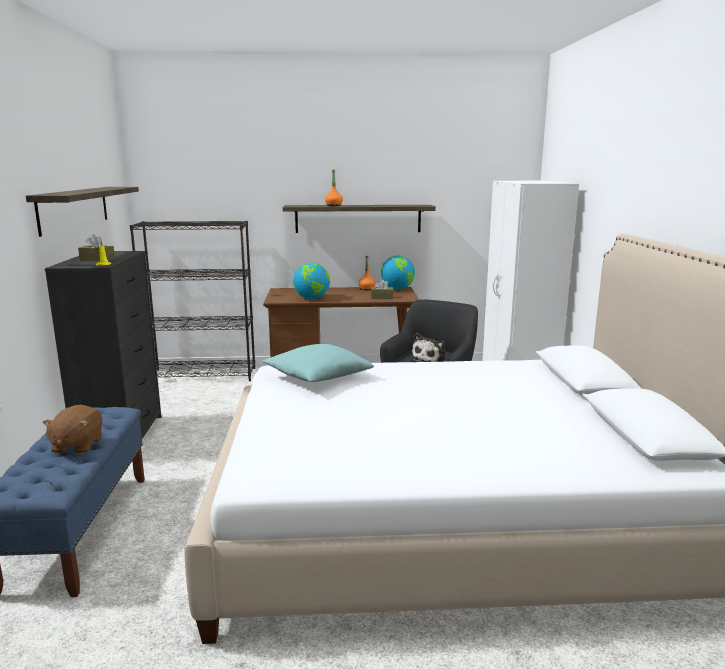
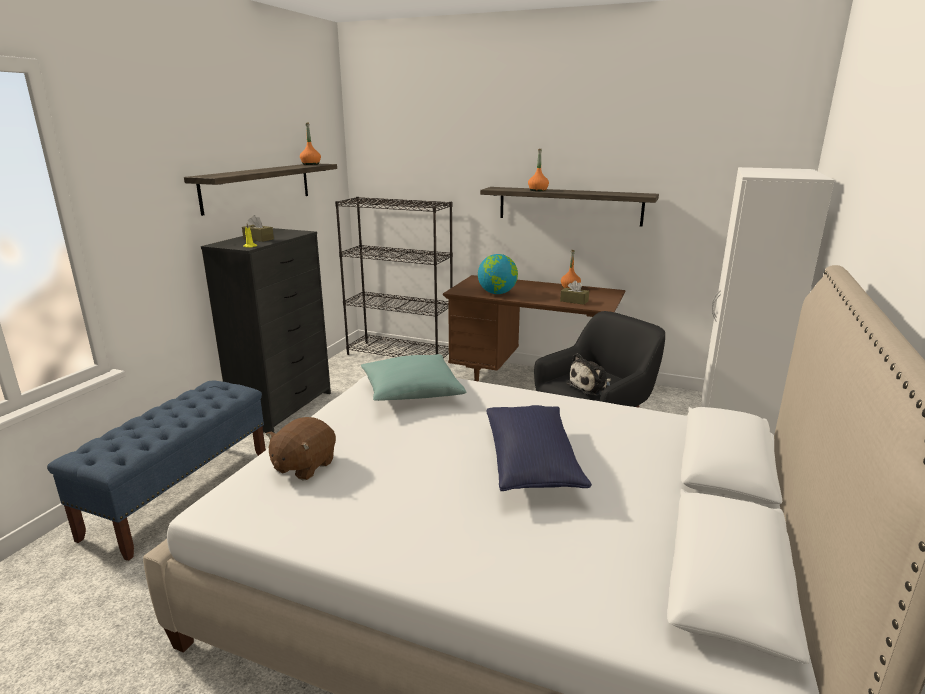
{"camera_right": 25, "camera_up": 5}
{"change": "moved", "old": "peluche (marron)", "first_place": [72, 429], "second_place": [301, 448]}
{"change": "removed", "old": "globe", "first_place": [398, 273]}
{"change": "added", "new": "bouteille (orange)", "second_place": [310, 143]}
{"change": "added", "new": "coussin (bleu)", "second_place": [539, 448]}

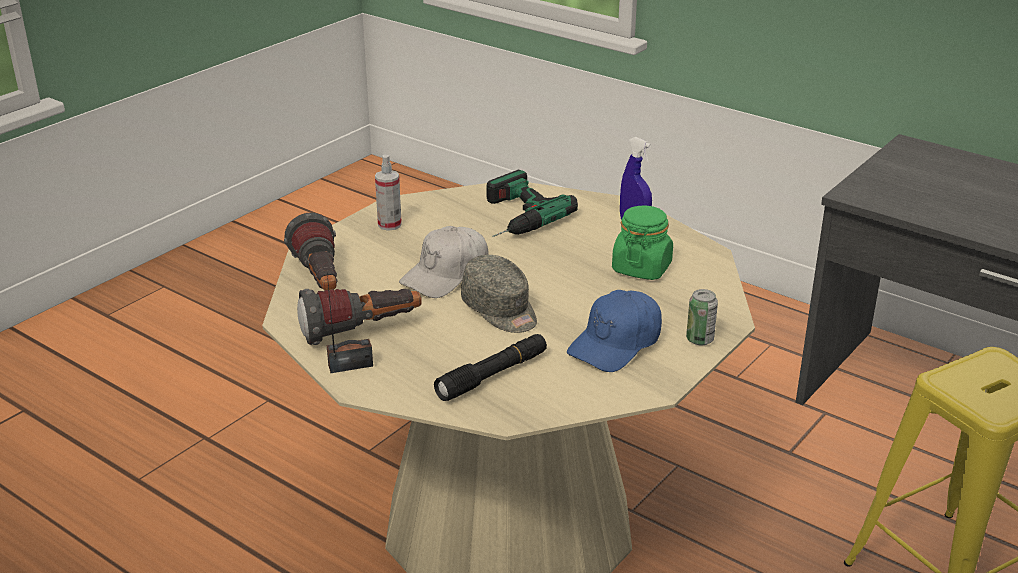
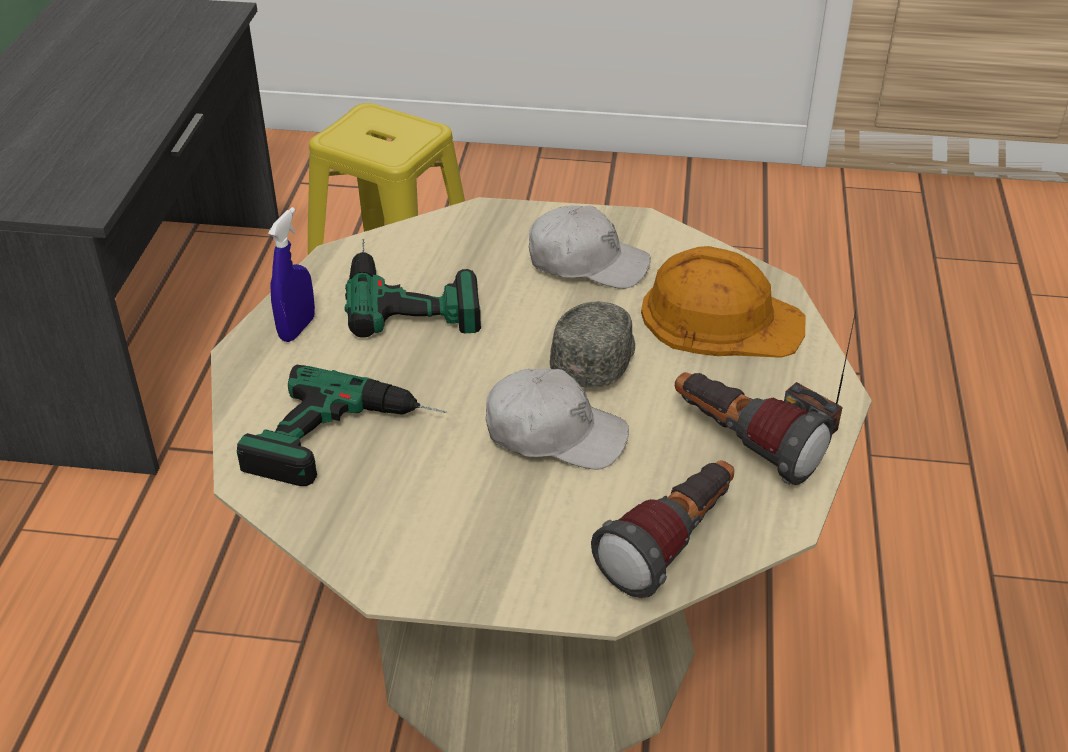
{"camera_right": -120, "camera_up": 10}
{"change": "removed", "old": "vaporisateur", "first_place": [388, 193]}
{"change": "replaced", "old": "lampe de poche (noir)", "new": "casque de chantier (orange)", "first_place": [490, 367], "second_place": [723, 302]}
{"change": "recoloured", "old": "casquette (bleu)", "new": "casquette (blanc)", "first_place": [614, 331], "second_place": [590, 247]}
{"change": "replaced", "old": "bocal (vert)", "new": "perceuse", "first_place": [642, 243], "second_place": [412, 288]}
{"change": "removed", "old": "boîte métallique", "first_place": [702, 317]}

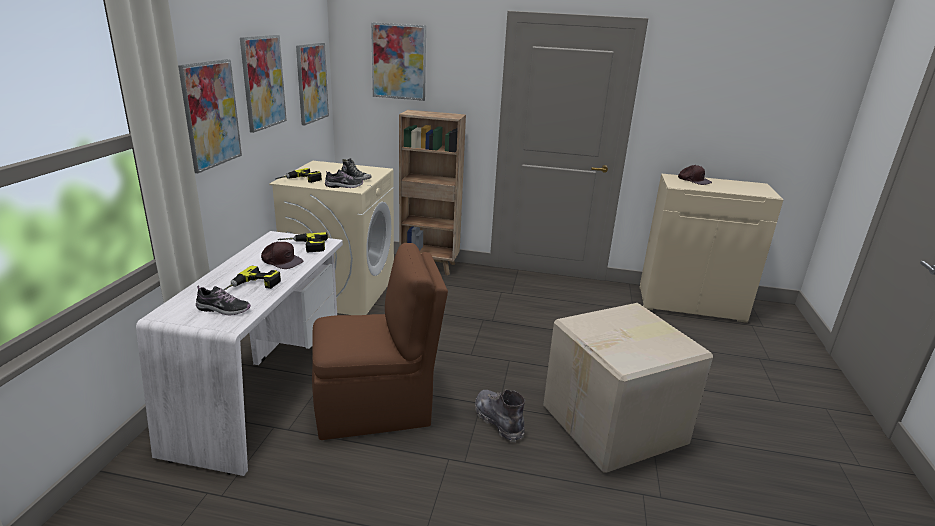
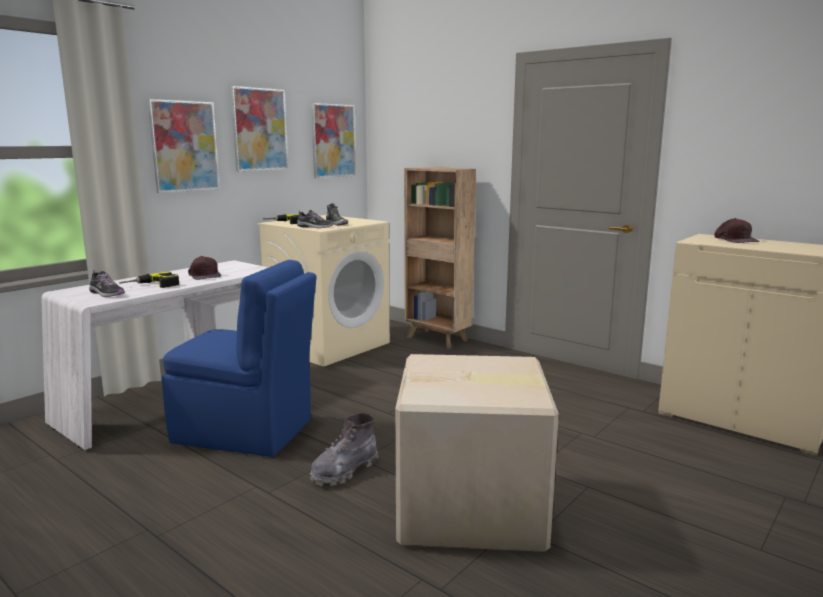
{"camera_right": 30, "camera_up": -10}
{"change": "removed", "old": "perceuse", "first_place": [303, 242]}
{"change": "recoloured", "old": "chaise (marron)", "new": "chaise (bleu)", "first_place": [380, 341], "second_place": [239, 358]}
{"change": "removed", "old": "tableau", "first_place": [398, 61]}
{"change": "turned", "old": "botte (gris)", "first_place": [500, 416], "second_place": [344, 449], "degrees": -135}

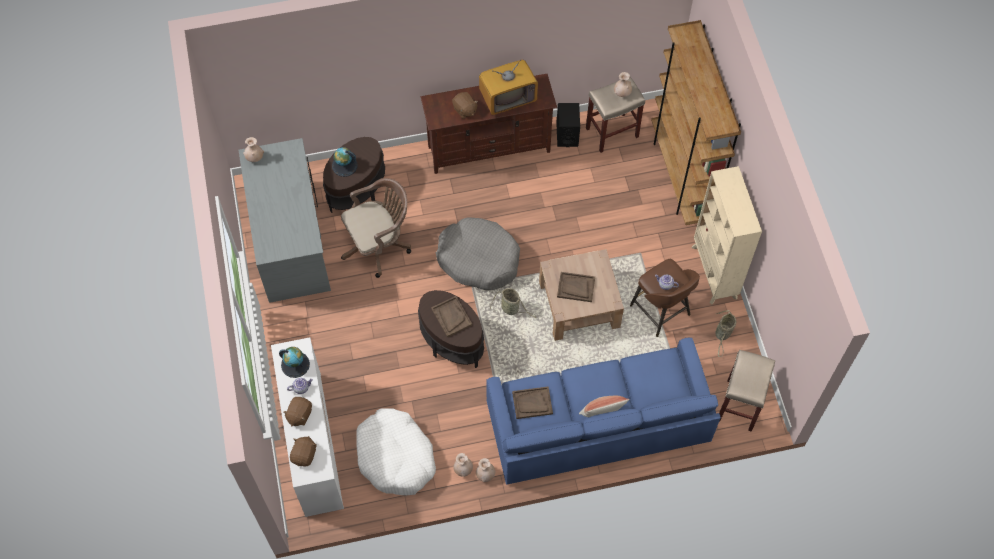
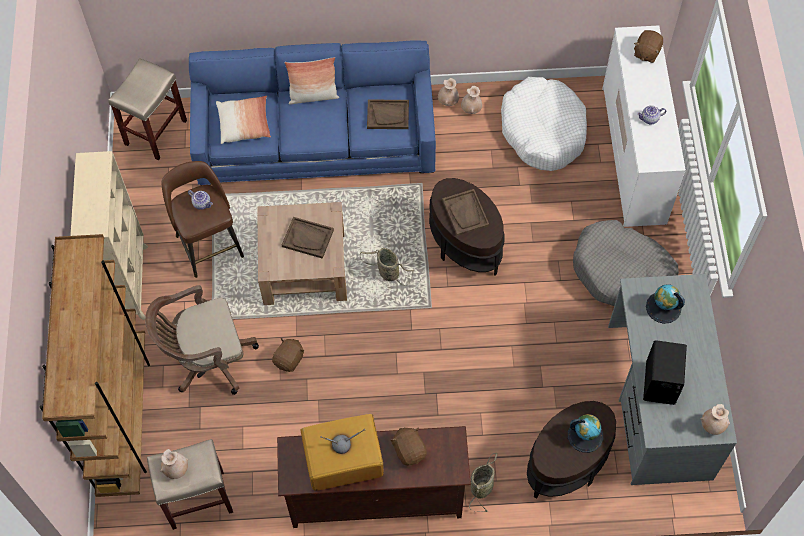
{"camera_right": -170, "camera_up": 0}
{"change": "moved", "old": "globe", "first_place": [294, 362], "second_place": [665, 304]}
{"change": "moved", "old": "peluche (marron)", "first_place": [298, 412], "second_place": [288, 355]}
{"change": "moved", "old": "chaise de bureau (marron)", "first_place": [376, 228], "second_place": [202, 340]}
{"change": "moved", "old": "panier pour chien (gris)", "first_place": [478, 253], "second_place": [626, 263]}
{"change": "moved", "old": "enceinte (noir)", "first_place": [568, 125], "second_place": [665, 372]}
{"change": "moved", "old": "panier", "first_place": [726, 333], "second_place": [483, 482]}
{"change": "added", "new": "coussin", "second_place": [243, 120]}

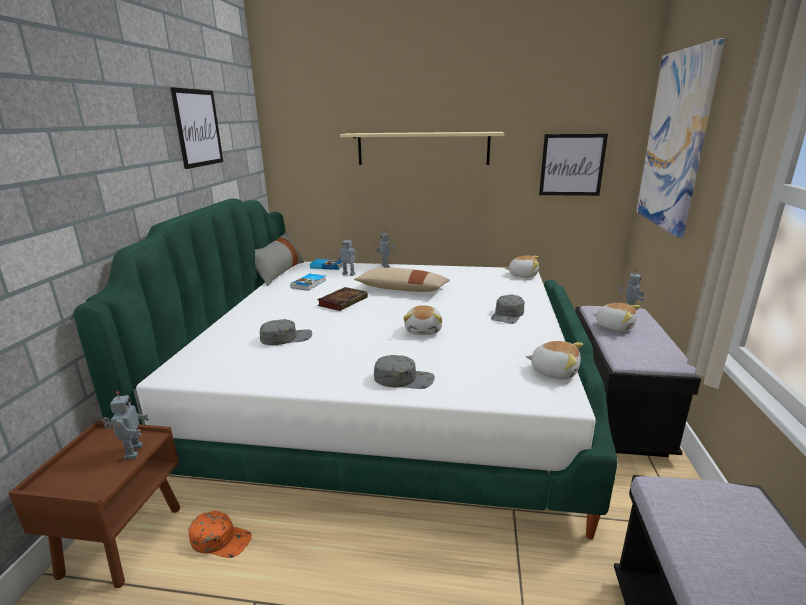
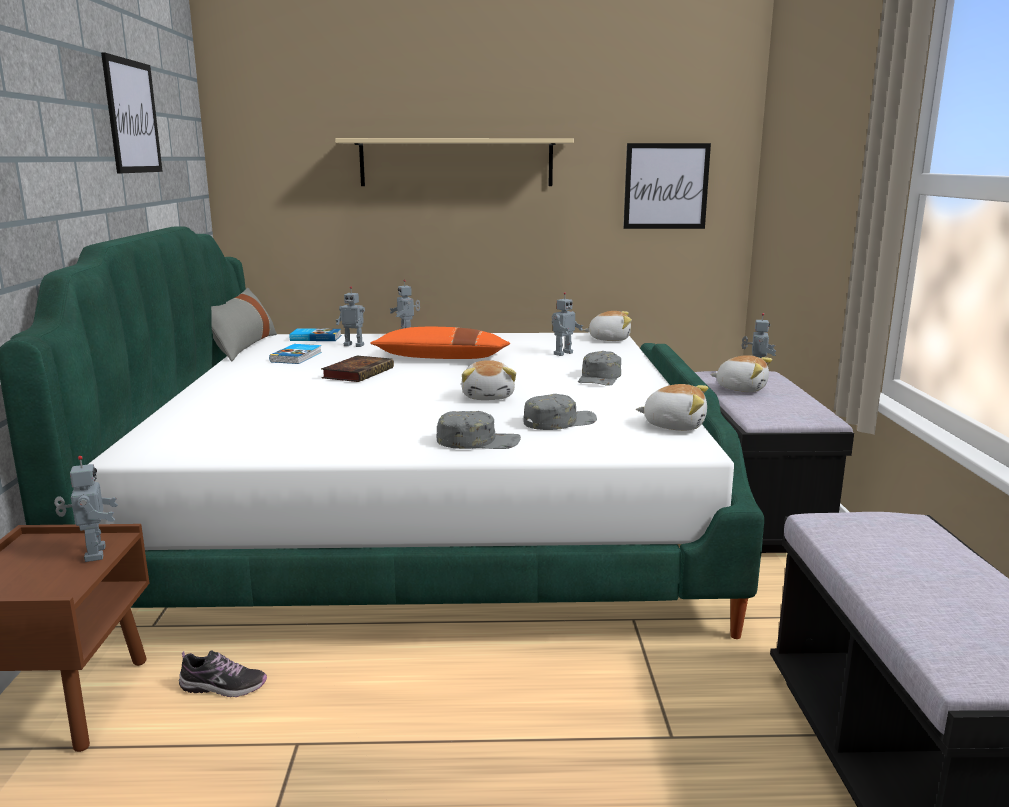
{"camera_right": -10, "camera_up": -5}
{"change": "replaced", "old": "casquette (orange)", "new": "chaussure", "first_place": [220, 534], "second_place": [223, 673]}
{"change": "moved", "old": "casquette (gris)", "first_place": [286, 332], "second_place": [560, 412]}
{"change": "recoloured", "old": "coussin (beige)", "new": "coussin (orange)", "first_place": [402, 280], "second_place": [440, 342]}
{"change": "removed", "old": "tableau", "first_place": [680, 137]}
{"change": "added", "new": "robot jouet", "second_place": [567, 324]}

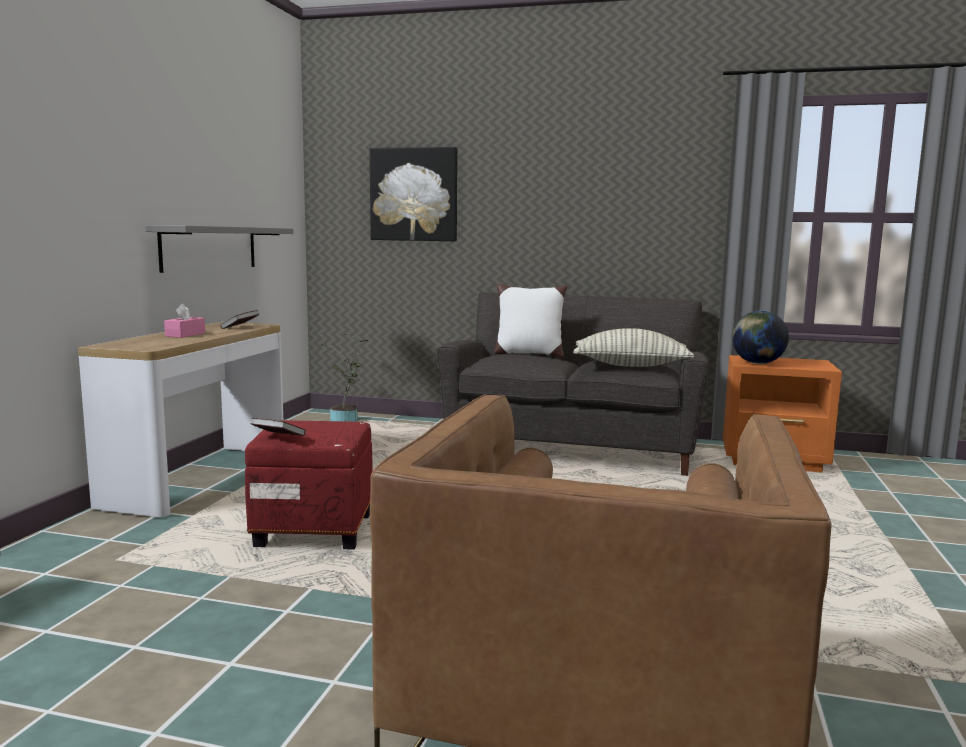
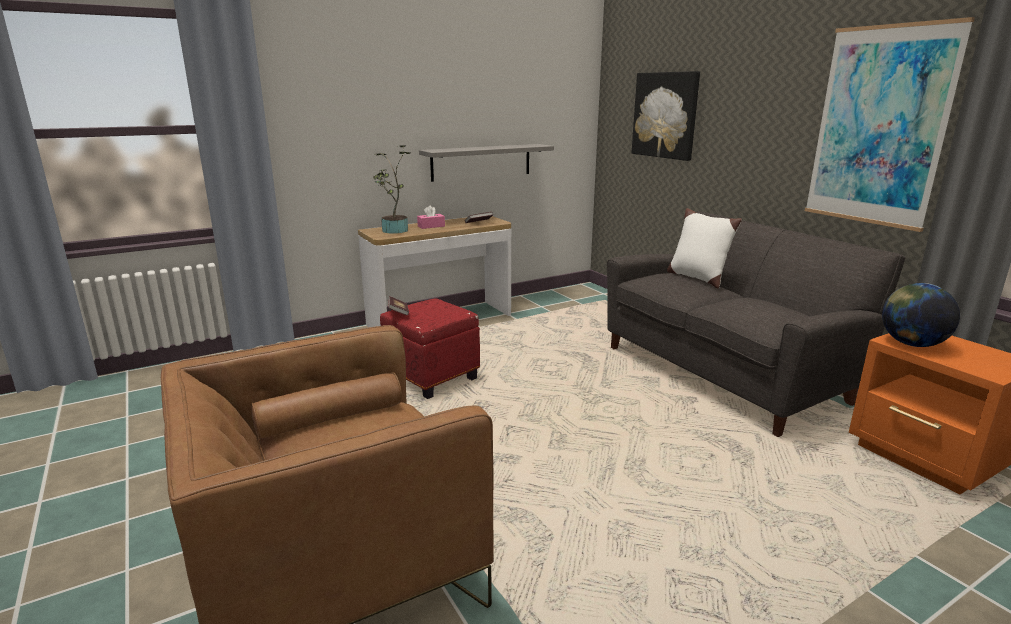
{"camera_right": 45, "camera_up": 10}
{"change": "moved", "old": "plante en pot", "first_place": [343, 378], "second_place": [391, 189]}
{"change": "removed", "old": "coussin", "first_place": [633, 347]}
{"change": "added", "new": "tableau", "second_place": [890, 124]}

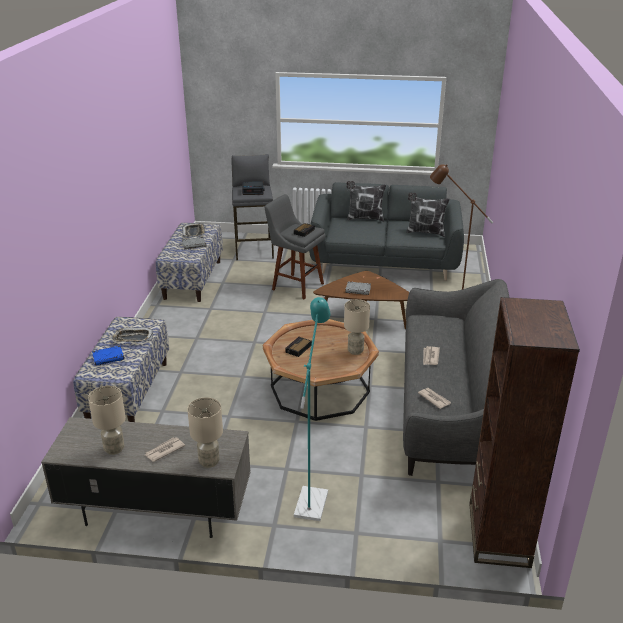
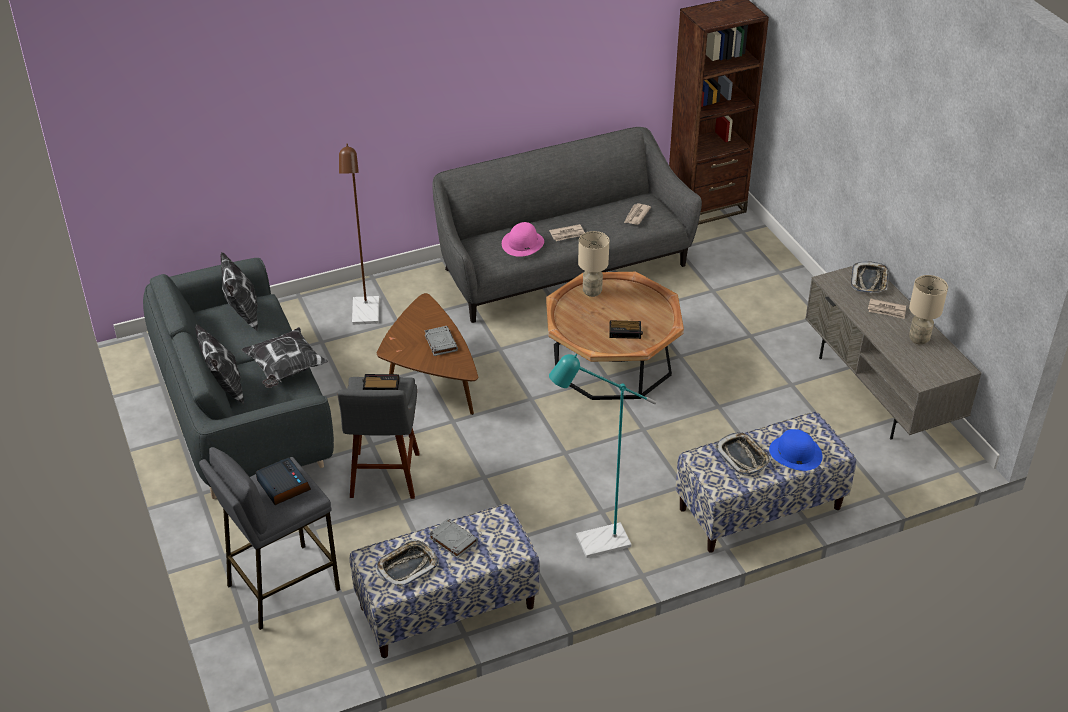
{"camera_right": -120, "camera_up": 10}
{"change": "replaced", "old": "livre (bleu)", "new": "chapeau (bleu)", "first_place": [108, 355], "second_place": [796, 450]}
{"change": "replaced", "old": "lampe de table (beige)", "new": "plateau", "first_place": [205, 432], "second_place": [870, 277]}
{"change": "moved", "old": "lampadaire (turquoise)", "first_place": [312, 409], "second_place": [602, 456]}
{"change": "added", "new": "coussin", "second_place": [284, 357]}
{"change": "added", "new": "chapeau (rose)", "second_place": [523, 239]}

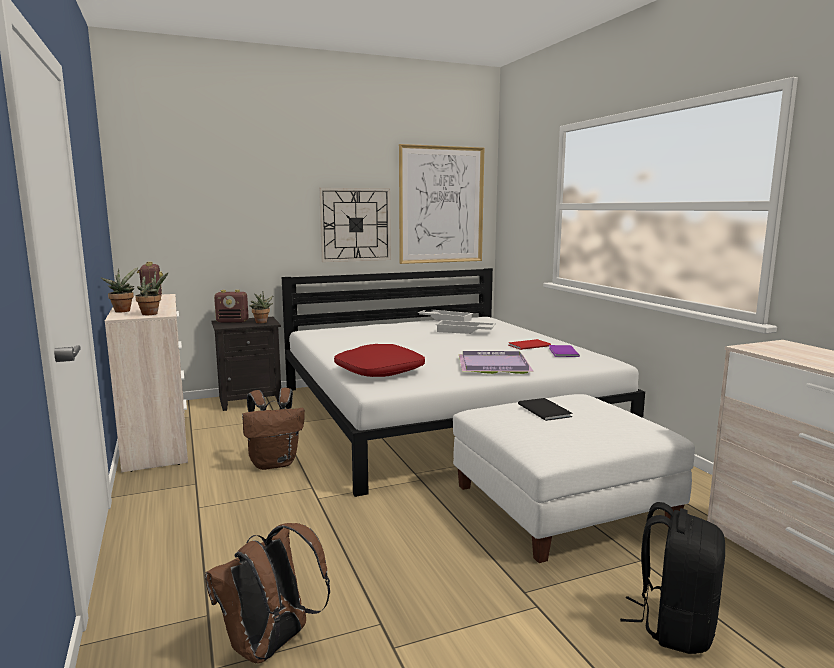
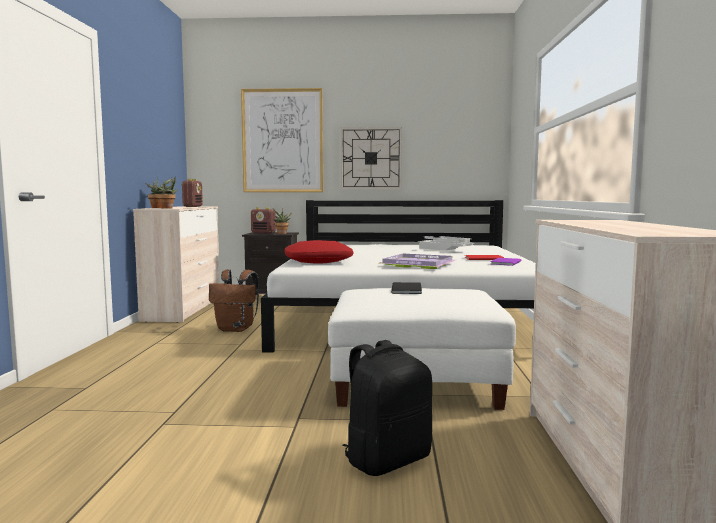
{"camera_right": 25, "camera_up": -5}
{"change": "removed", "old": "sac à dos (marron)", "first_place": [267, 593]}
{"change": "moved", "old": "tableau", "first_place": [441, 204], "second_place": [282, 140]}

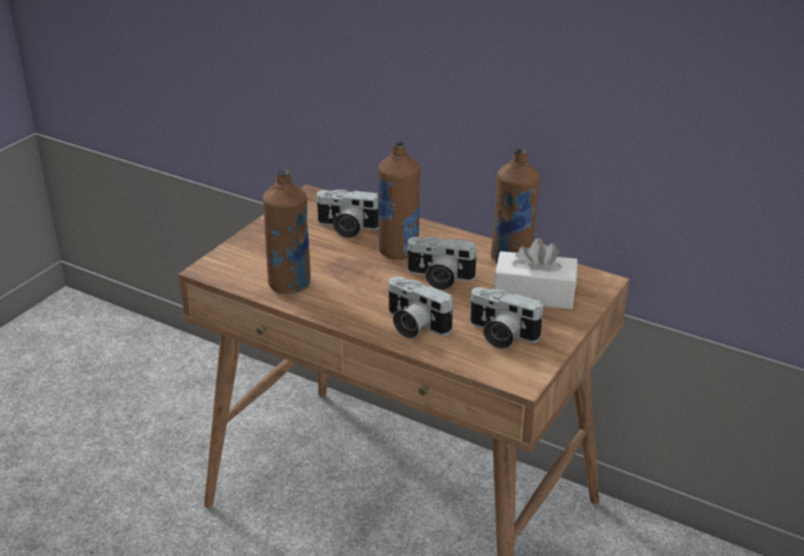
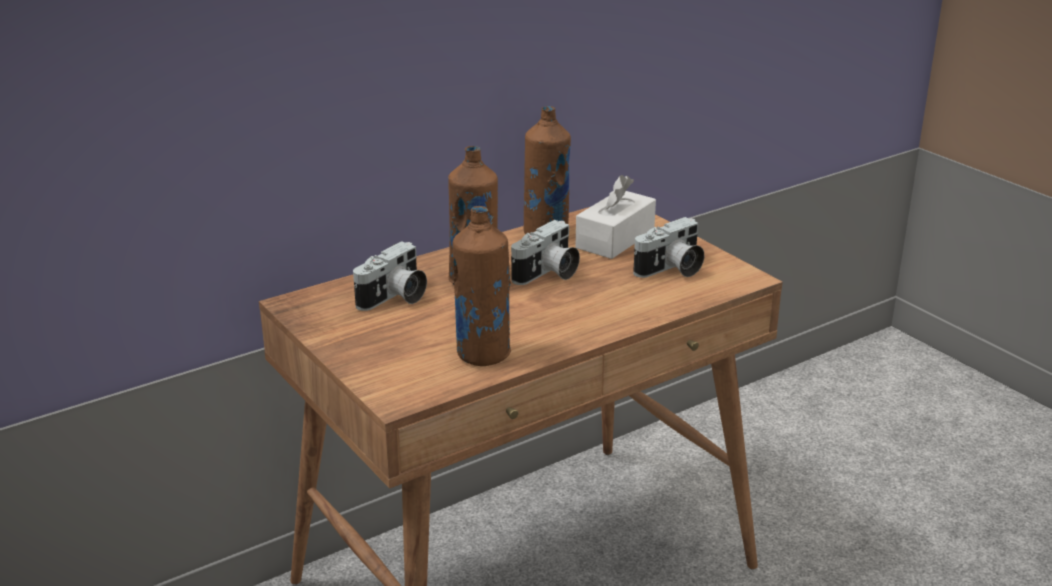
{"camera_right": -65, "camera_up": -5}
{"change": "removed", "old": "appareil photo", "first_place": [420, 307]}

